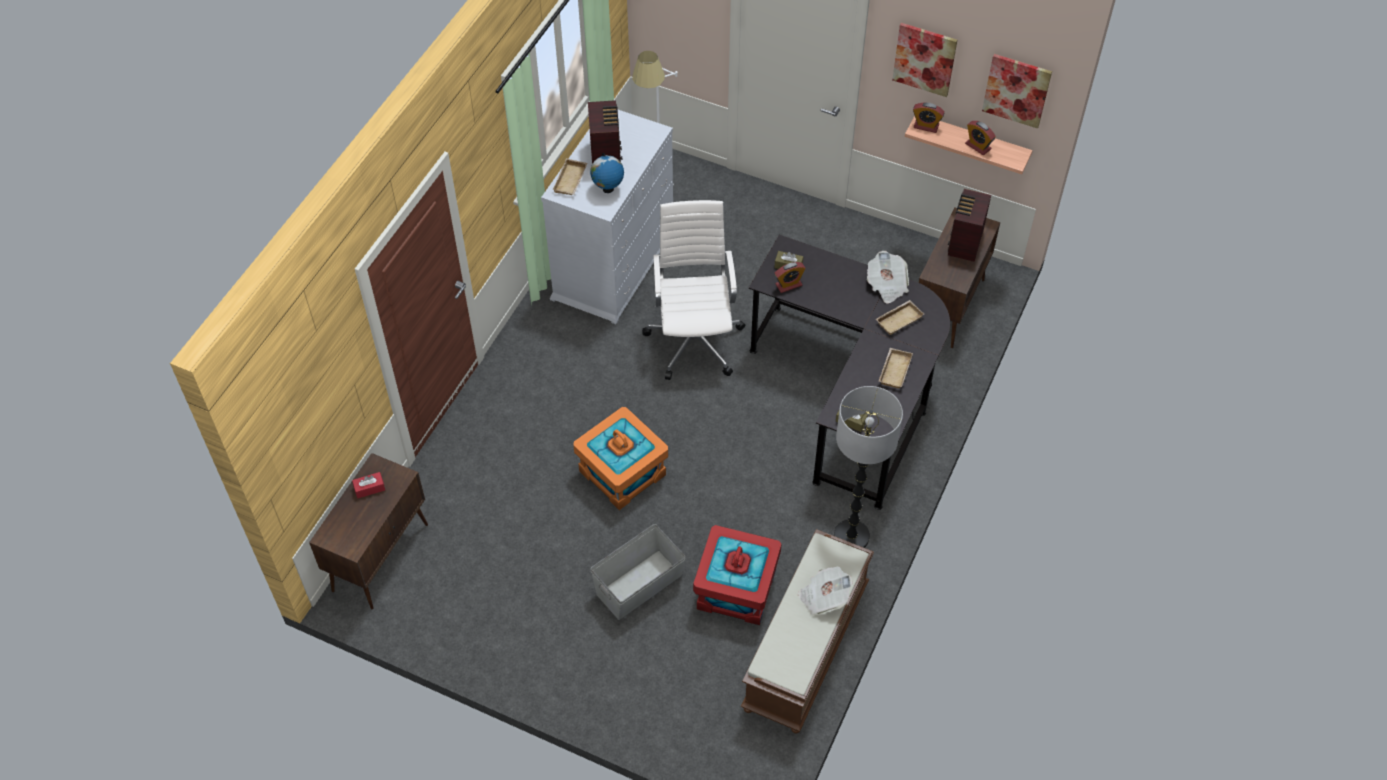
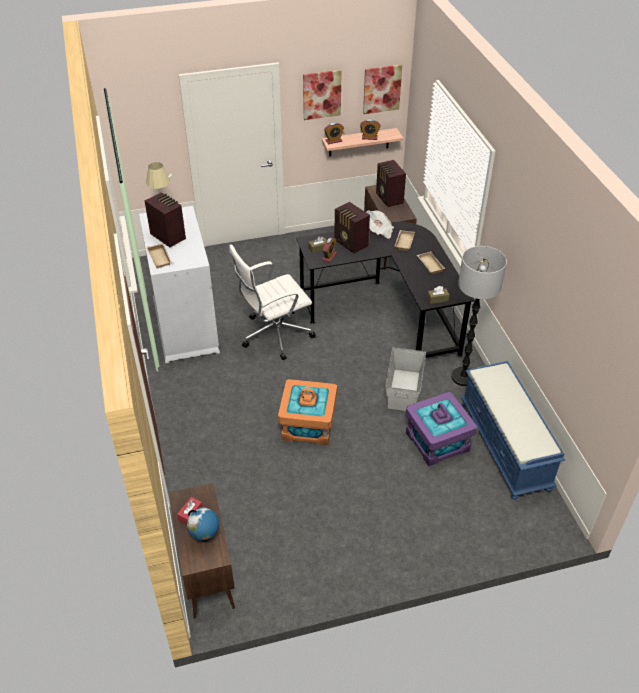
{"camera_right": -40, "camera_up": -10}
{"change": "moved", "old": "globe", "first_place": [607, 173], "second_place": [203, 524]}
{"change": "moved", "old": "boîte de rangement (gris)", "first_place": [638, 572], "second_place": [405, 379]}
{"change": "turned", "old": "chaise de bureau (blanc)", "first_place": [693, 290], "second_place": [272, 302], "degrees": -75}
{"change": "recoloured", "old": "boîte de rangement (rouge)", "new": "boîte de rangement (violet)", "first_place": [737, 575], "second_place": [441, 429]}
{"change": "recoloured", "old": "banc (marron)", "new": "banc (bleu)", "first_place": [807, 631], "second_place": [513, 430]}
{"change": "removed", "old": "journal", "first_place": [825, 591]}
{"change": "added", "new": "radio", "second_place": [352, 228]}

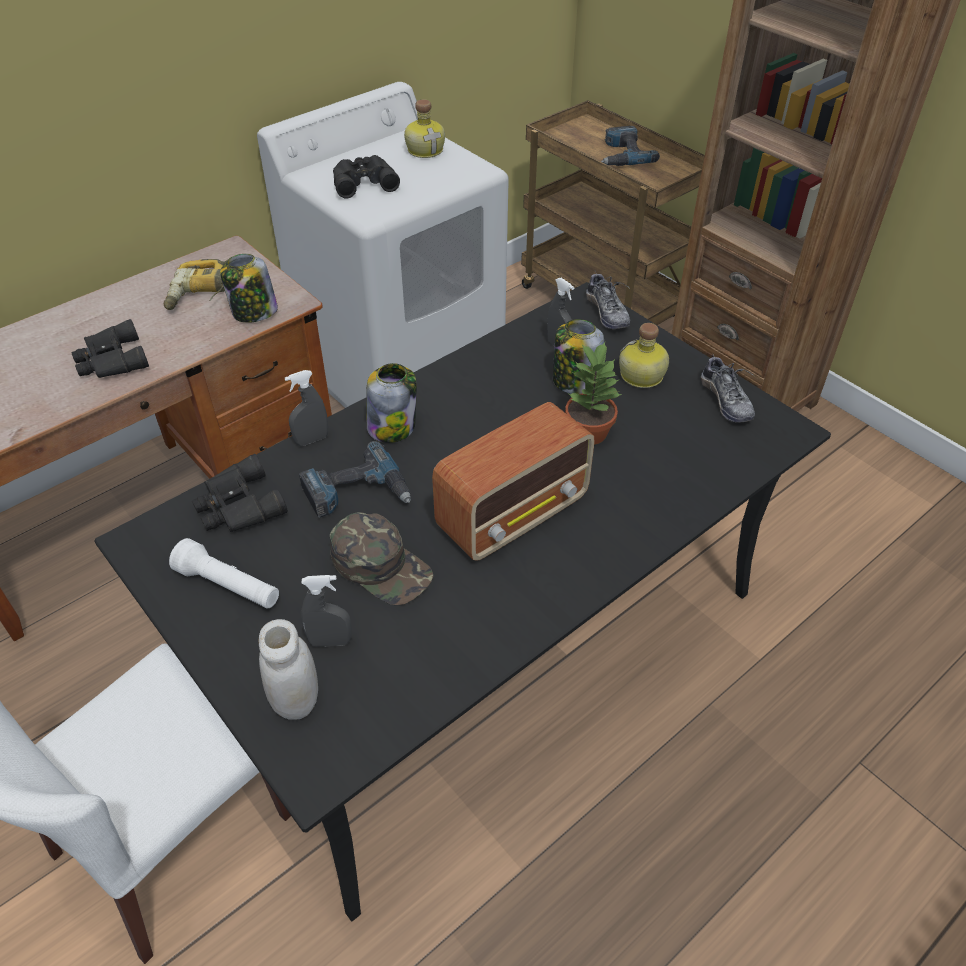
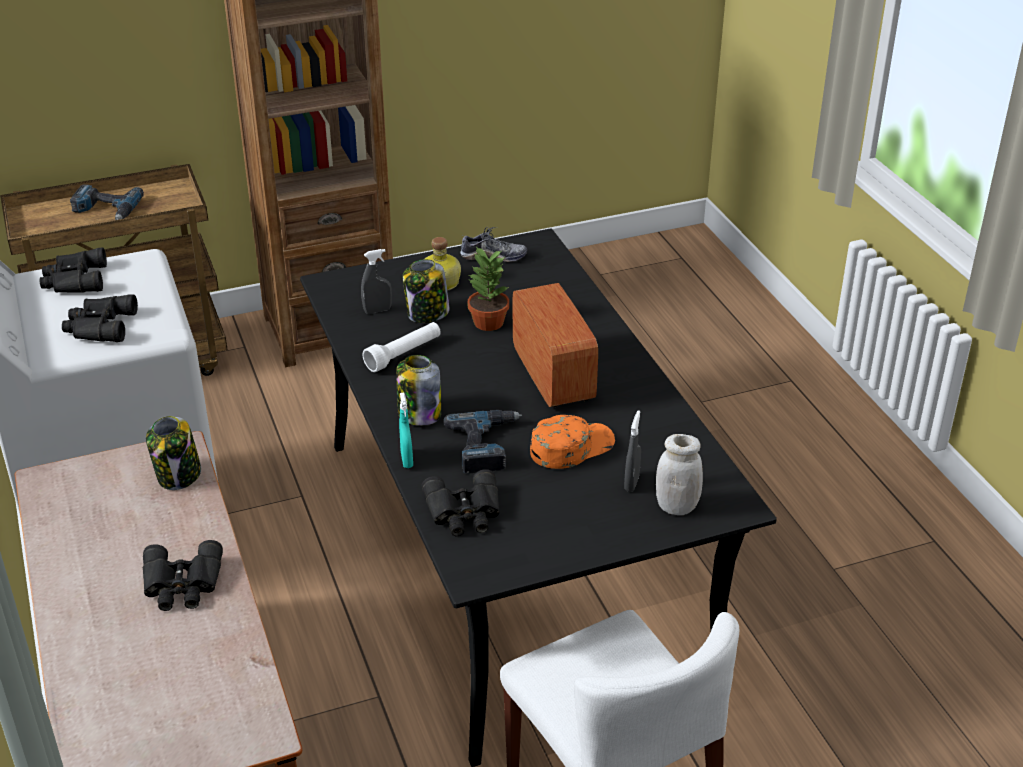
{"camera_right": -70, "camera_up": -10}
{"change": "removed", "old": "perceuse", "first_place": [195, 284]}
{"change": "moved", "old": "lampe de poche (blanc)", "first_place": [224, 573], "second_place": [402, 347]}
{"change": "recoloured", "old": "vaporisateur (gris)", "new": "vaporisateur (turquoise)", "first_place": [306, 408], "second_place": [406, 430]}
{"change": "recoloured", "old": "casquette (vert)", "new": "casquette (orange)", "first_place": [381, 558], "second_place": [572, 442]}
{"change": "replaced", "old": "bouteille", "new": "jumelles (noir)", "first_place": [424, 128], "second_place": [73, 270]}
{"change": "removed", "old": "chaussure", "first_place": [608, 300]}

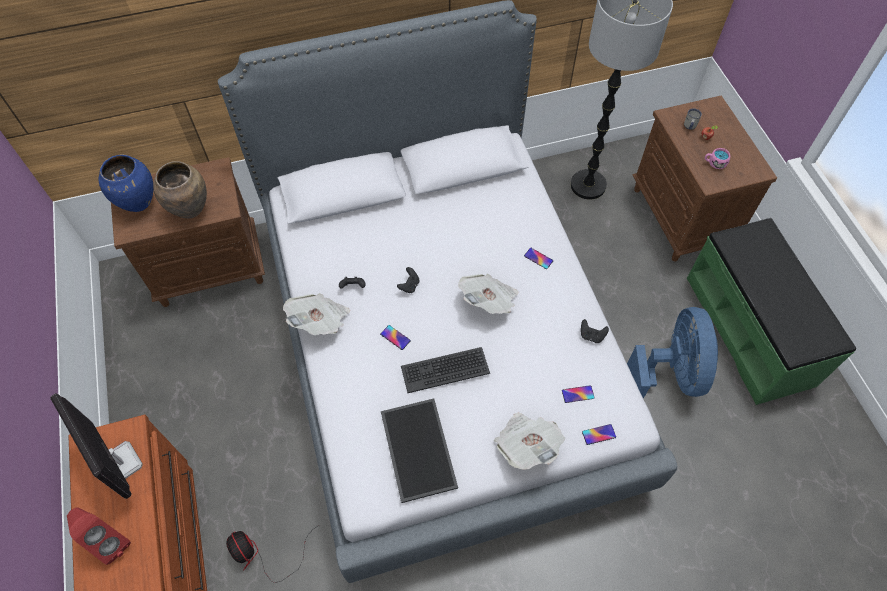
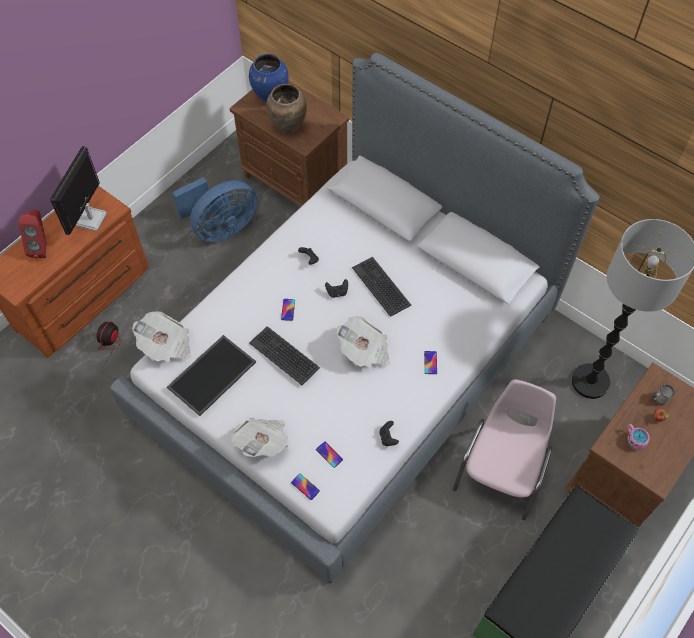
{"camera_right": 55, "camera_up": 0}
{"change": "moved", "old": "journal", "first_place": [316, 314], "second_place": [161, 336]}
{"change": "moved", "old": "ventilateur (bleu)", "first_place": [672, 353], "second_place": [214, 209]}
{"change": "added", "new": "clavier", "second_place": [381, 287]}
{"change": "added", "new": "chaise (rose)", "second_place": [504, 449]}

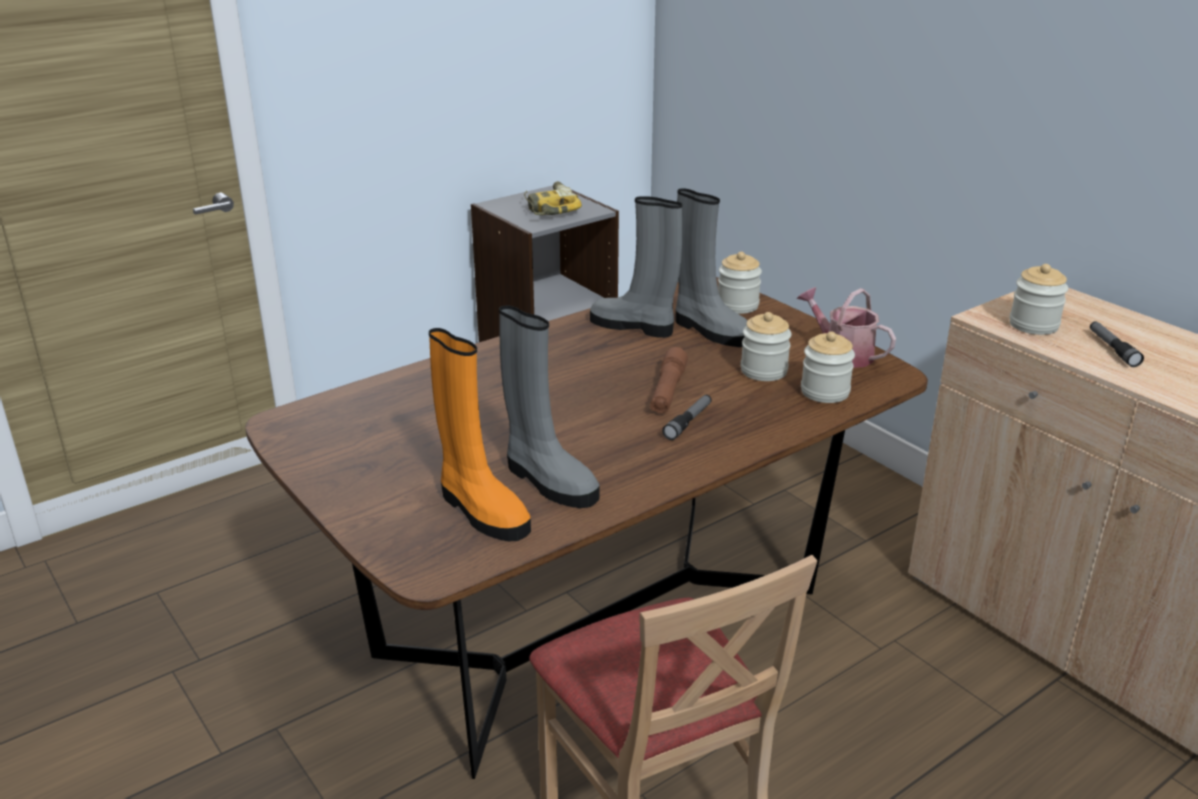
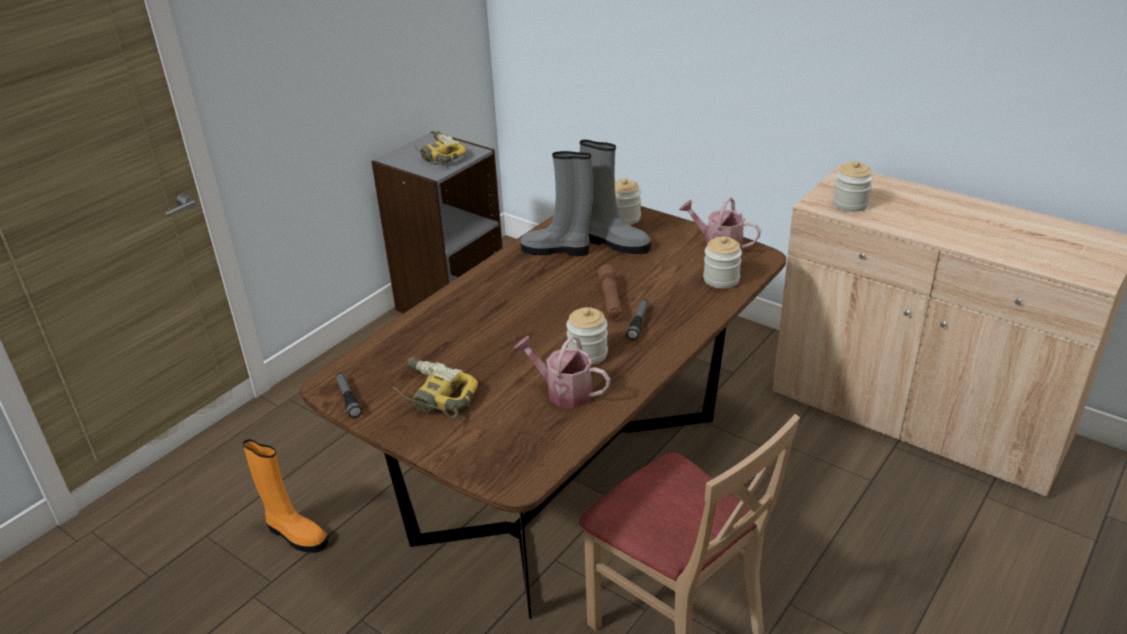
{"camera_right": -15, "camera_up": 5}
{"change": "moved", "old": "botte (orange)", "first_place": [480, 434], "second_place": [286, 496]}
{"change": "replaced", "old": "botte (gris)", "new": "arrosoir", "first_place": [549, 406], "second_place": [561, 372]}
{"change": "moved", "old": "bocal", "first_place": [766, 346], "second_place": [587, 336]}
{"change": "moved", "old": "lampe de poche", "first_place": [1117, 344], "second_place": [349, 395]}
{"change": "added", "new": "perceuse", "second_place": [435, 388]}

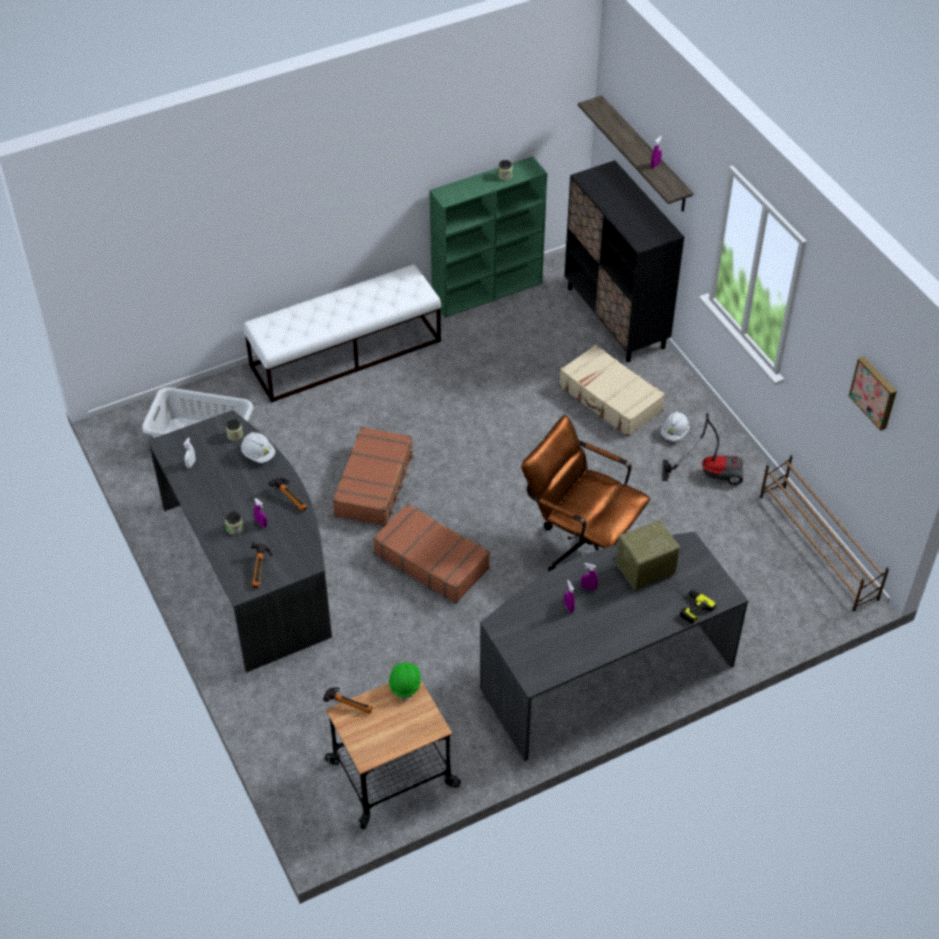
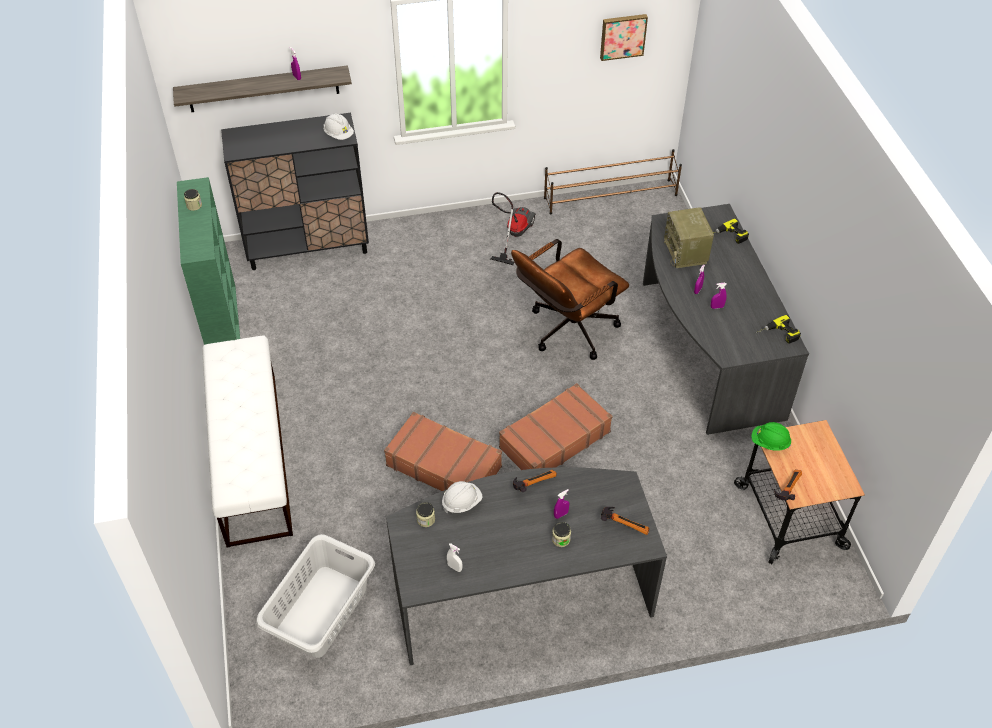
{"camera_right": -75, "camera_up": 0}
{"change": "removed", "old": "valise (beige)", "first_place": [612, 390]}
{"change": "moved", "old": "casque de chantier (blanc)", "first_place": [675, 426], "second_place": [338, 126]}
{"change": "added", "new": "perceuse", "second_place": [778, 329]}

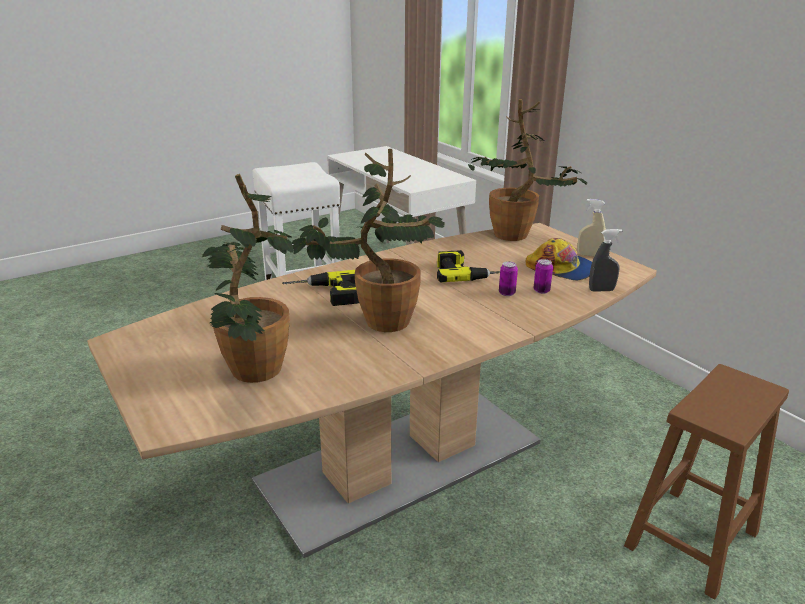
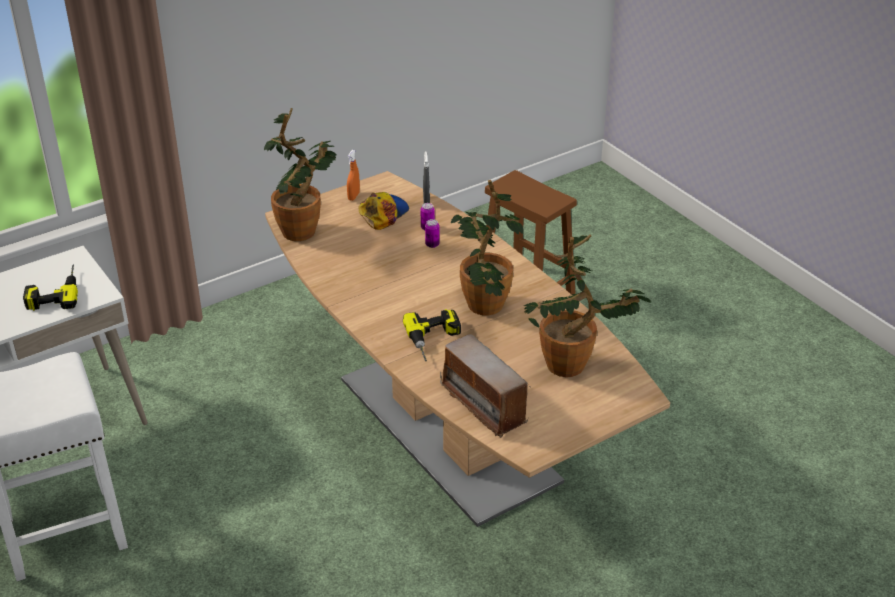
{"camera_right": -90, "camera_up": 10}
{"change": "moved", "old": "perceuse", "first_place": [468, 266], "second_place": [50, 288]}
{"change": "recoloured", "old": "vaporisateur (beige)", "new": "vaporisateur (orange)", "first_place": [591, 227], "second_place": [353, 175]}
{"change": "added", "new": "radio", "second_place": [485, 386]}

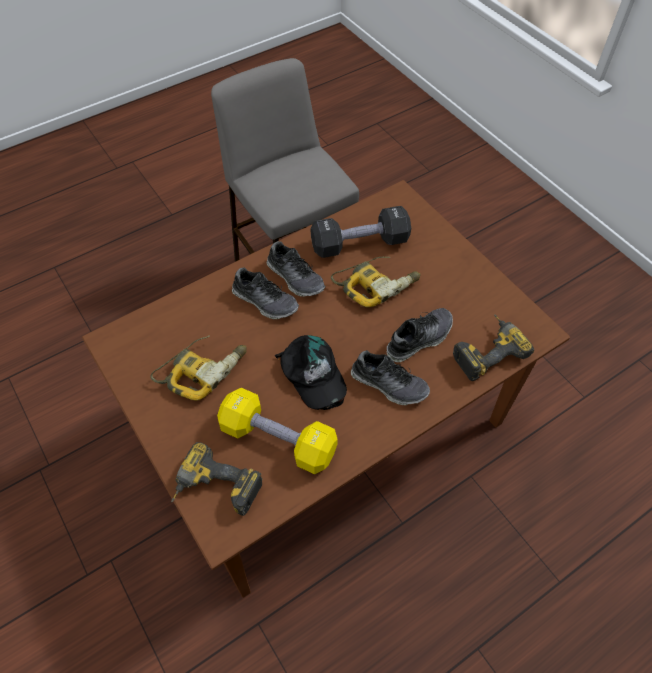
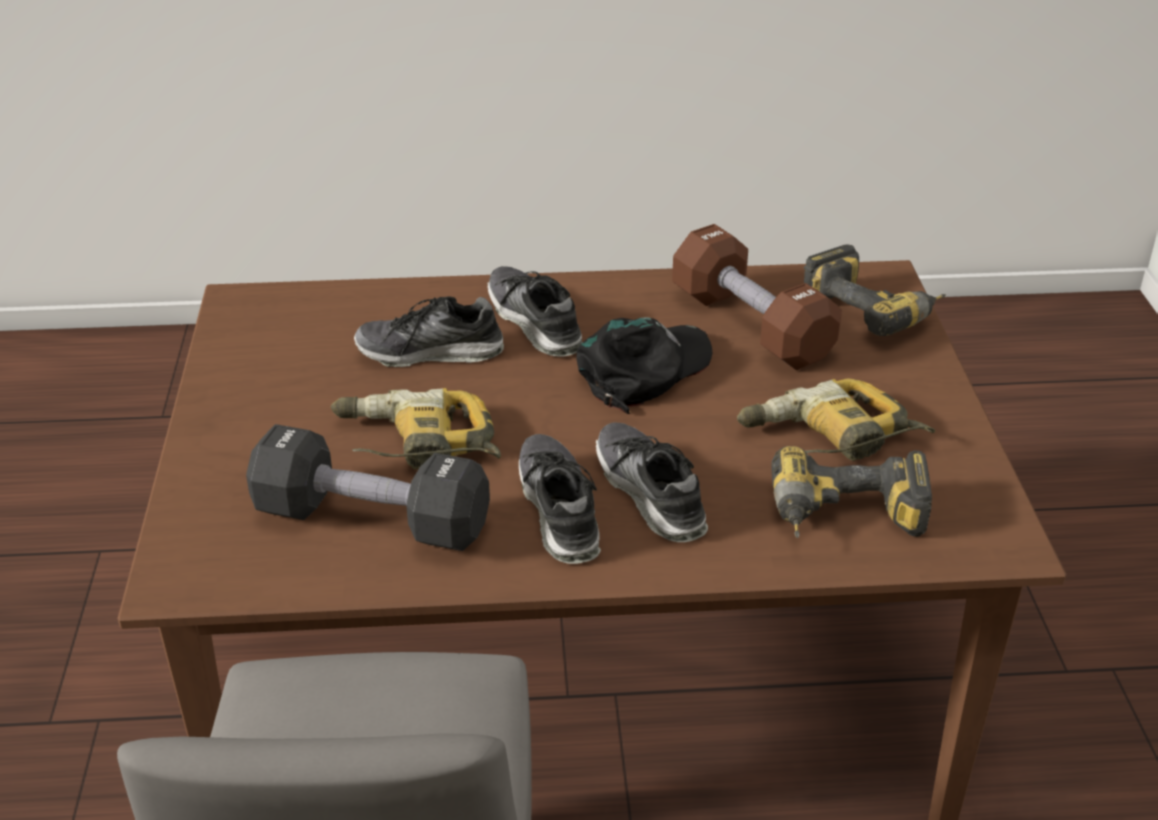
{"camera_right": -150, "camera_up": -20}
{"change": "recoloured", "old": "haltère (jaune)", "new": "haltère (marron)", "first_place": [277, 431], "second_place": [757, 297]}
{"change": "turned", "old": "casquette (noir)", "first_place": [311, 372], "second_place": [644, 365], "degrees": 45}
{"change": "moved", "old": "perceuse", "first_place": [493, 347], "second_place": [851, 492]}

